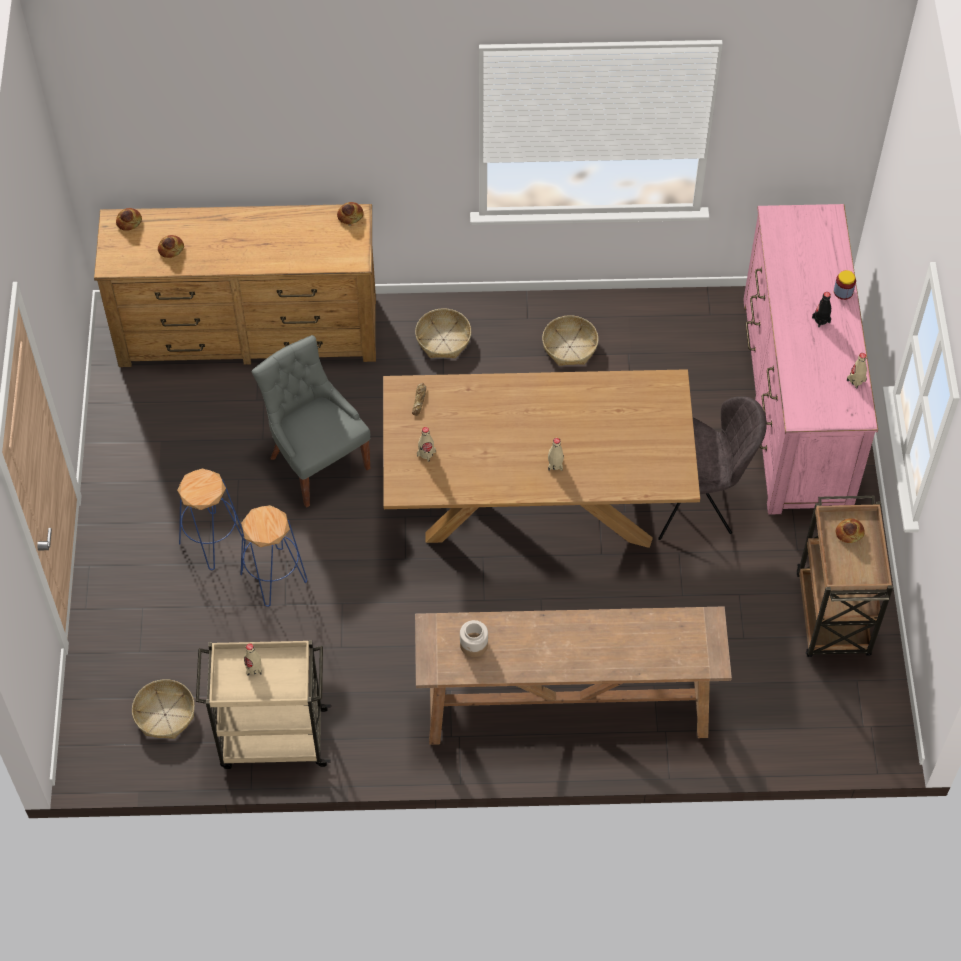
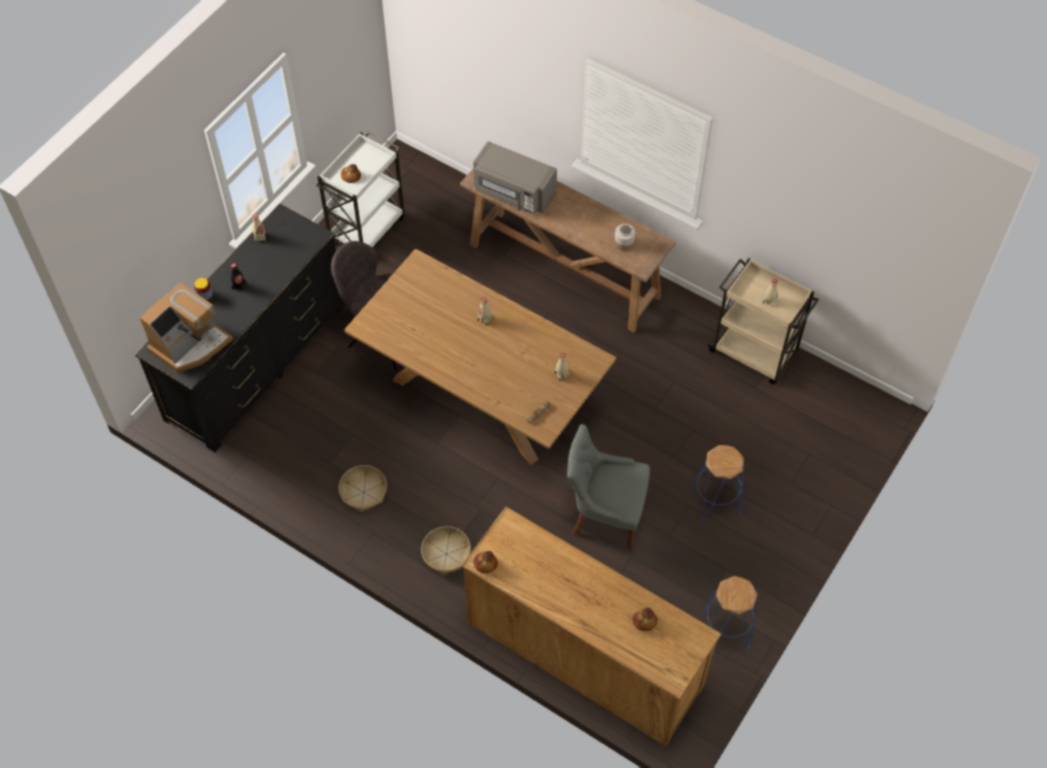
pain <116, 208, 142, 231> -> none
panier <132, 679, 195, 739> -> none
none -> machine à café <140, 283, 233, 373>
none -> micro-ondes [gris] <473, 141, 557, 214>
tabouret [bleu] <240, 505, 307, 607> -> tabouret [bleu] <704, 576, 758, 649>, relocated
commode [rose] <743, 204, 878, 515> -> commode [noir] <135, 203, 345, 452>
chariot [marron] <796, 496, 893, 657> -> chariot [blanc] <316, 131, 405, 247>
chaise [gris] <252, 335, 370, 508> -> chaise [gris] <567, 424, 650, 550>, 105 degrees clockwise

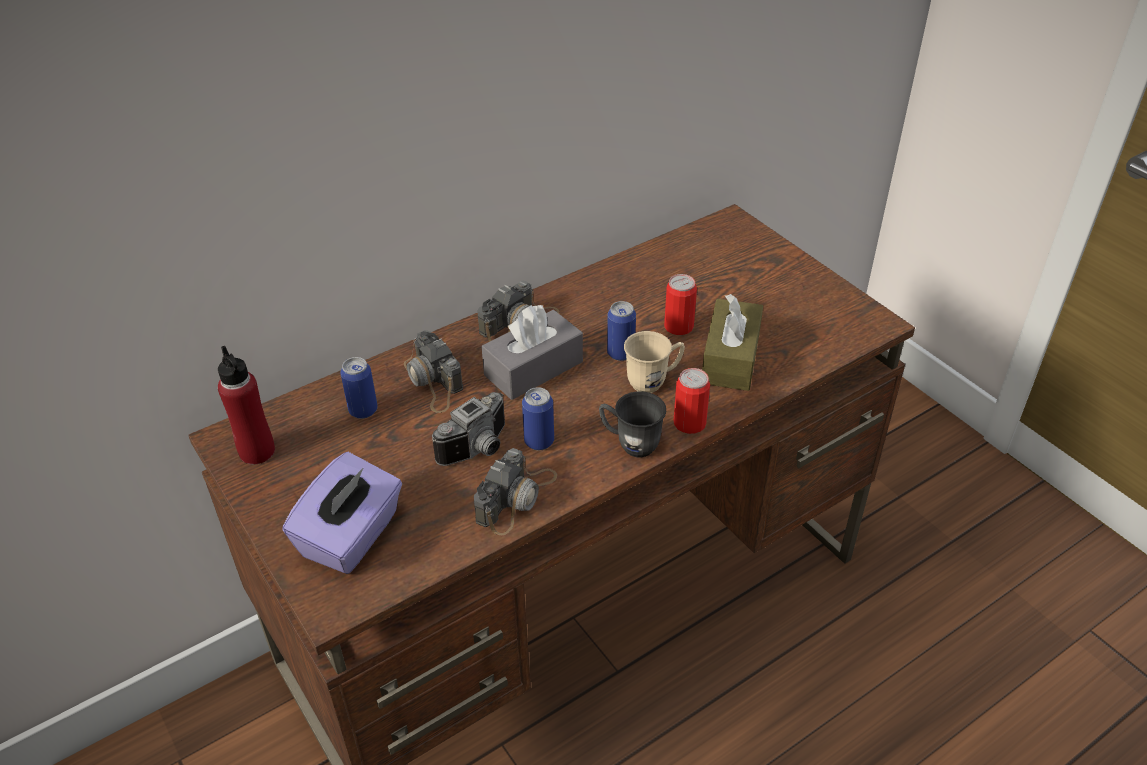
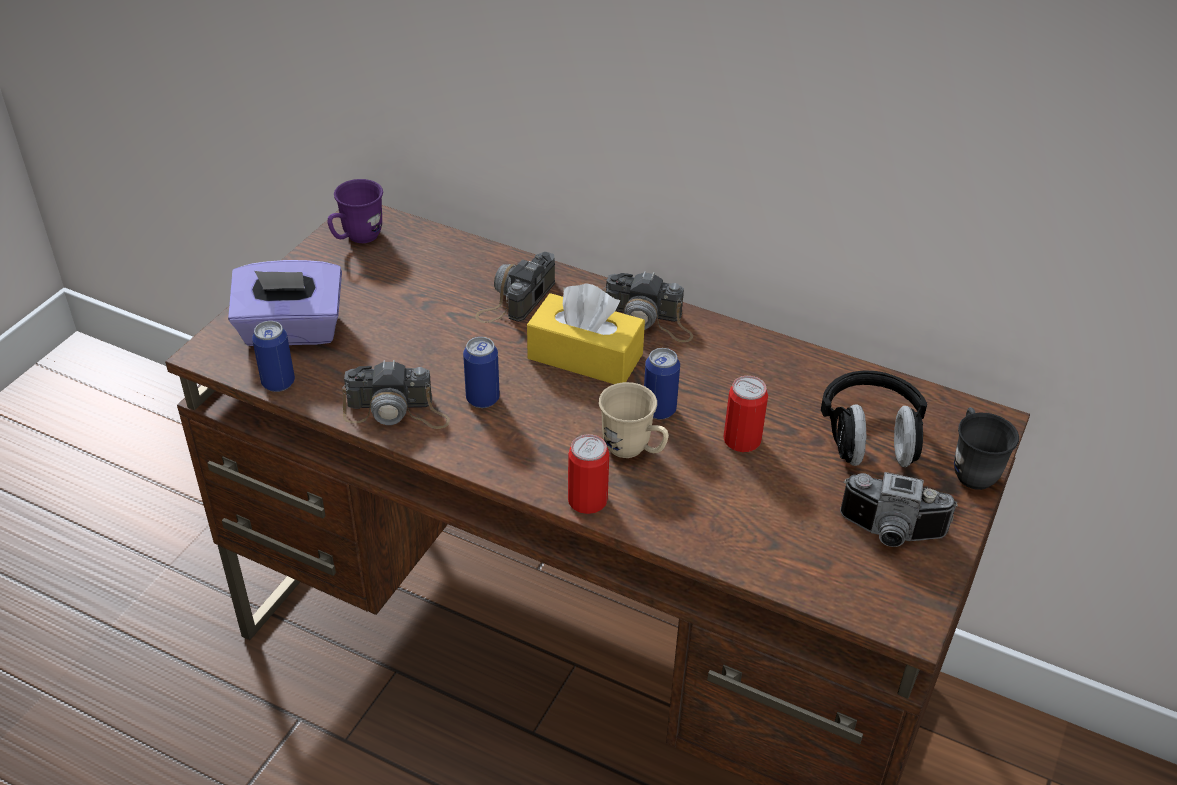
boîte à mouchoirs [marron] <702, 294, 763, 391> -> none
none -> casque audio [noir] <821, 370, 927, 467>
boîte métallique <340, 357, 378, 419> -> boîte métallique <252, 321, 295, 392>, relocated
appareil photo <432, 392, 505, 466> -> appareil photo <840, 472, 958, 547>, relocated
mug [gris] <599, 391, 666, 457> -> mug [gris] <954, 407, 1019, 490>, relocated
bouteille [rouge] <218, 346, 275, 464> -> mug [violet] <328, 179, 383, 243>
boîte à mouchoirs [gris] <482, 305, 583, 400> -> boîte à mouchoirs [jaune] <527, 283, 645, 384>

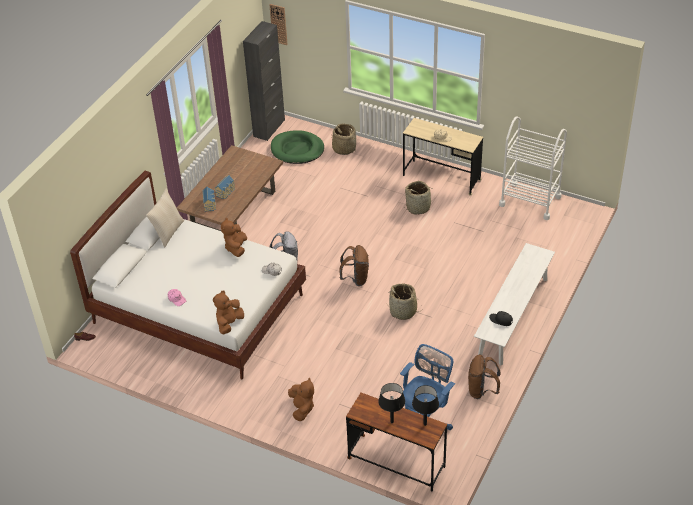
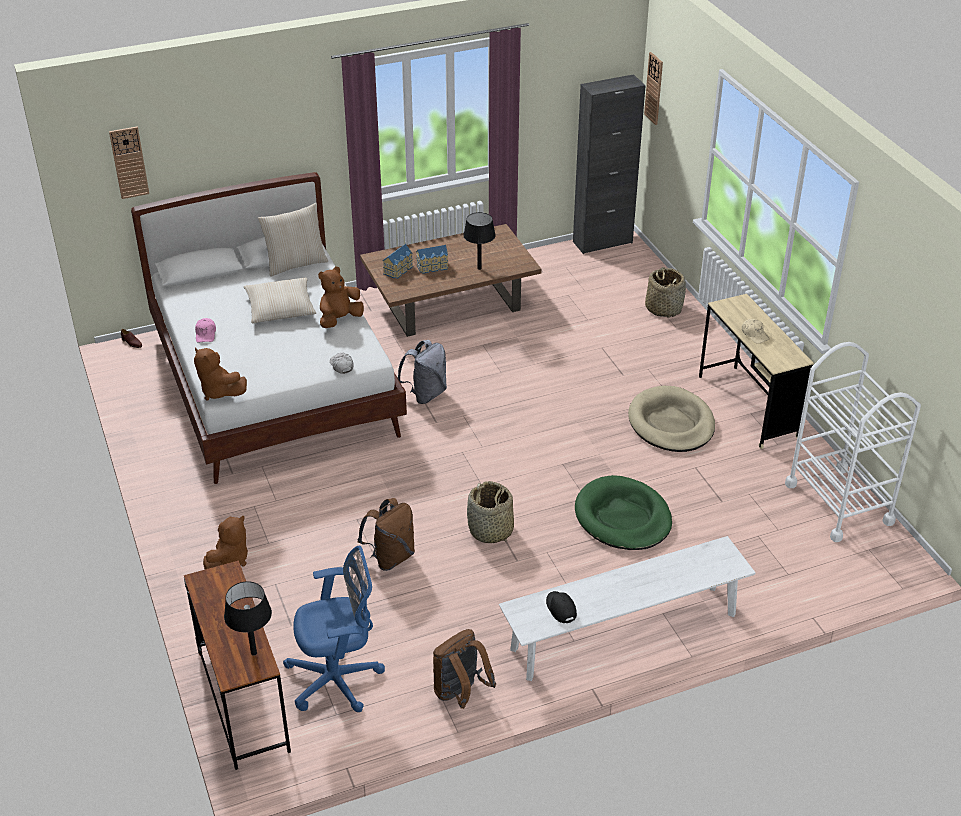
none -> horloge murale <109, 126, 149, 199>
none -> coussin [beige] <244, 277, 316, 323>
panier pour chien [vert] <271, 130, 324, 164> -> panier pour chien [vert] <575, 475, 672, 550>, relocated
sac à dos [marron] <339, 245, 369, 286> -> sac à dos [marron] <358, 498, 415, 571>, relocated
lampe de table [noir] <378, 383, 405, 423> -> lampe de table [noir] <463, 212, 496, 270>, relocated
panier <403, 181, 436, 215> -> panier pour chien [beige] <628, 386, 715, 452>
peluche [marron] <213, 290, 244, 334> -> peluche [marron] <194, 347, 247, 400>, 120 degrees counterclockwise

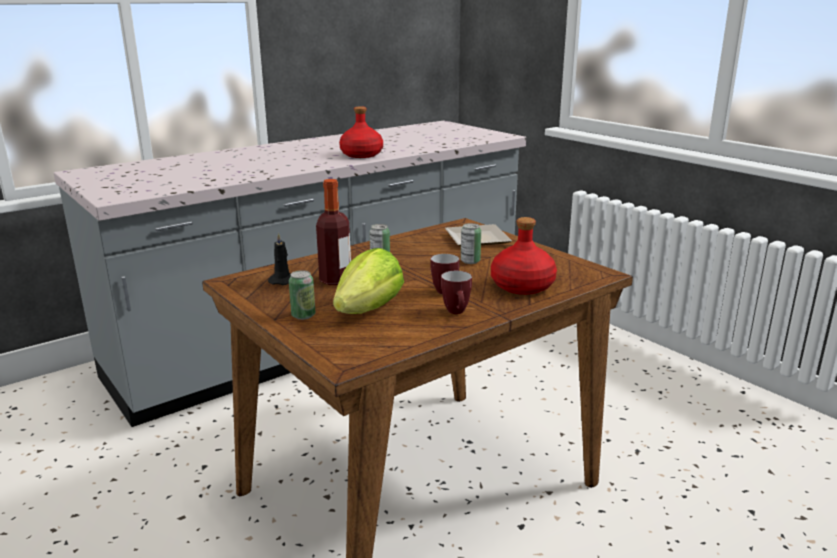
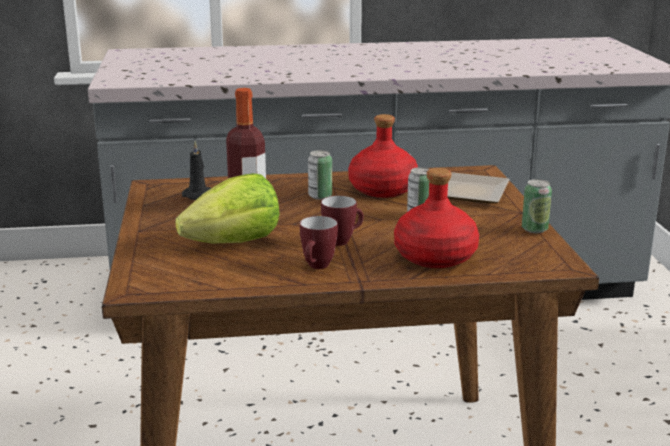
boîte métallique <289, 270, 315, 320> -> boîte métallique <522, 179, 552, 233>, relocated
bouteille [rouge] <339, 106, 383, 158> -> bouteille [rouge] <348, 114, 418, 198>, relocated

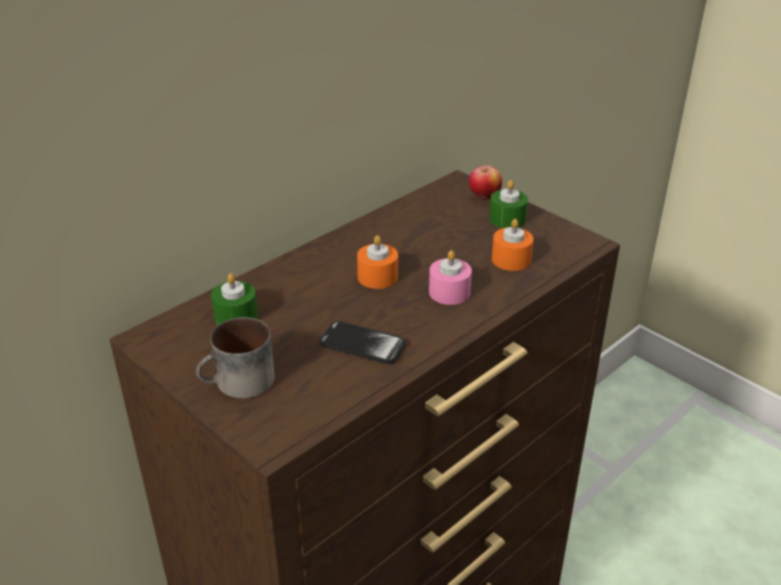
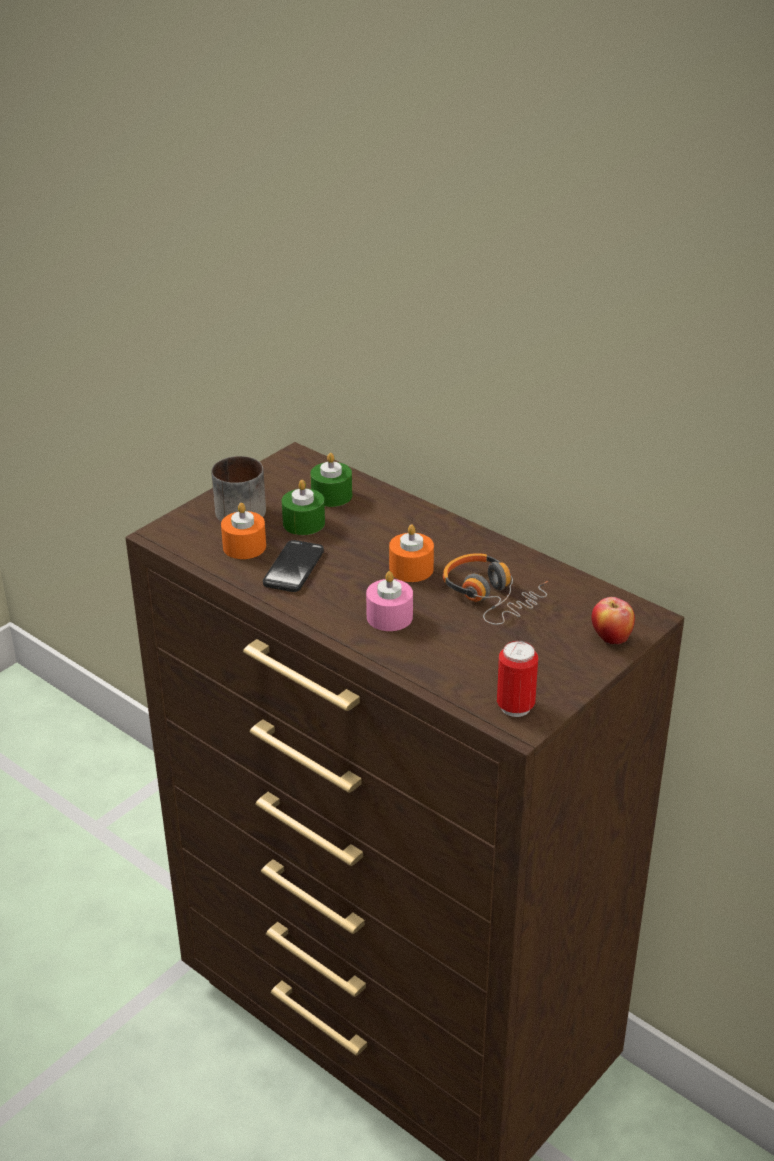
none -> casque audio <443, 553, 548, 625>
none -> boîte métallique <497, 641, 538, 717>
bougie [vert] <489, 180, 528, 228> -> bougie [vert] <282, 480, 325, 535>, relocated
bougie [orange] <492, 219, 534, 271> -> bougie [orange] <221, 503, 266, 559>, relocated

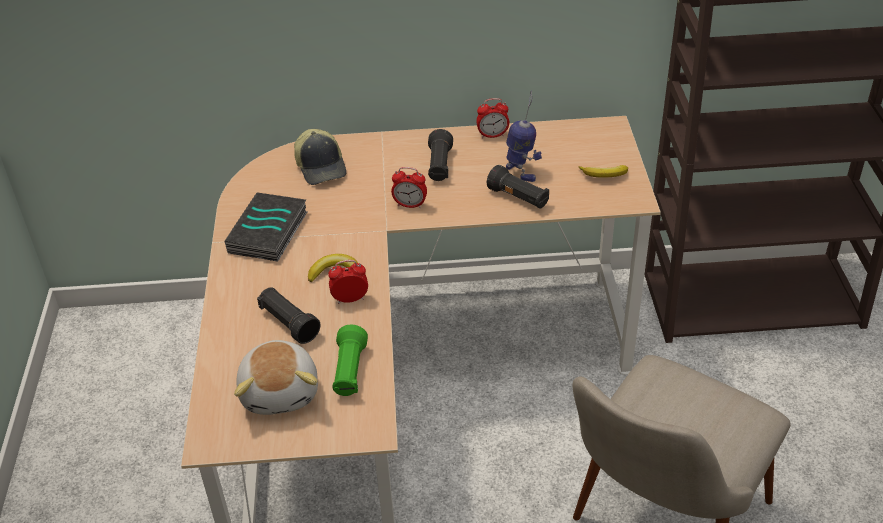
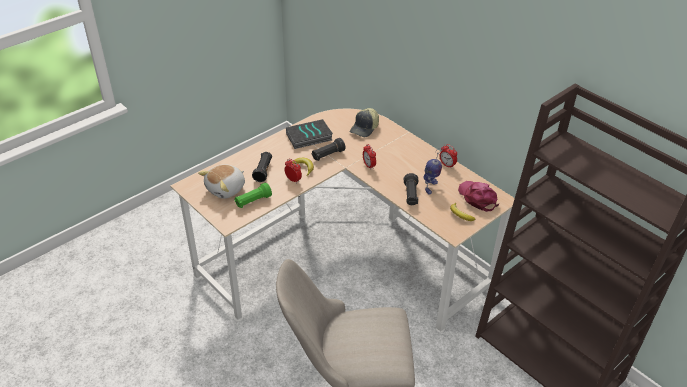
none -> casquette [rose] <458, 181, 500, 212>
lampe de poche [noir] <428, 129, 453, 181> -> lampe de poche [noir] <312, 138, 346, 161>, relocated

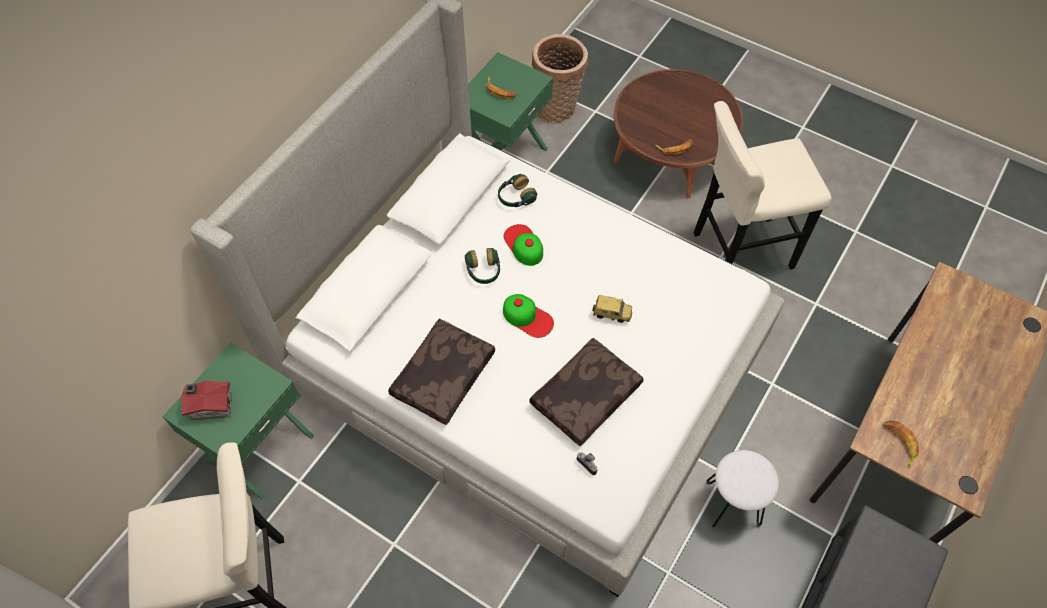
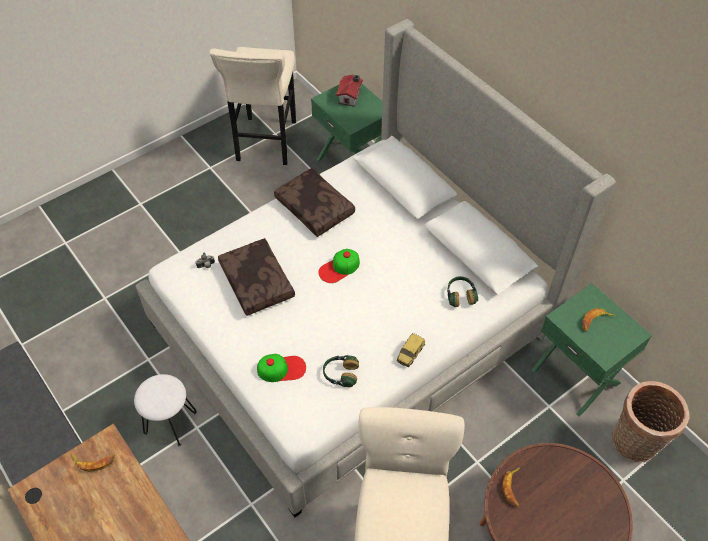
casque audio <465, 248, 500, 284> -> casque audio <323, 355, 359, 387>, relocated
casquette <504, 224, 543, 266> -> casquette <257, 354, 306, 382>, relocated
petite voiture <593, 295, 632, 323> -> petite voiture <396, 333, 425, 367>, relocated

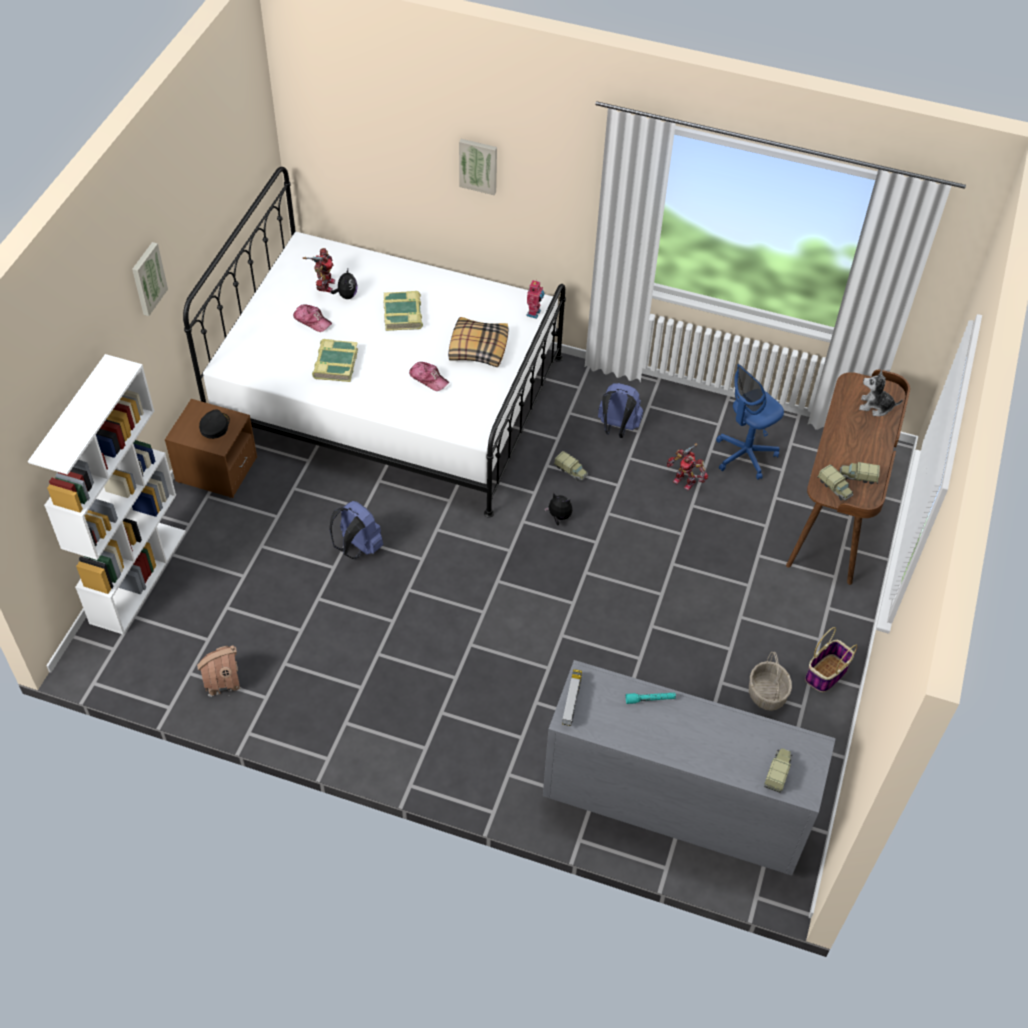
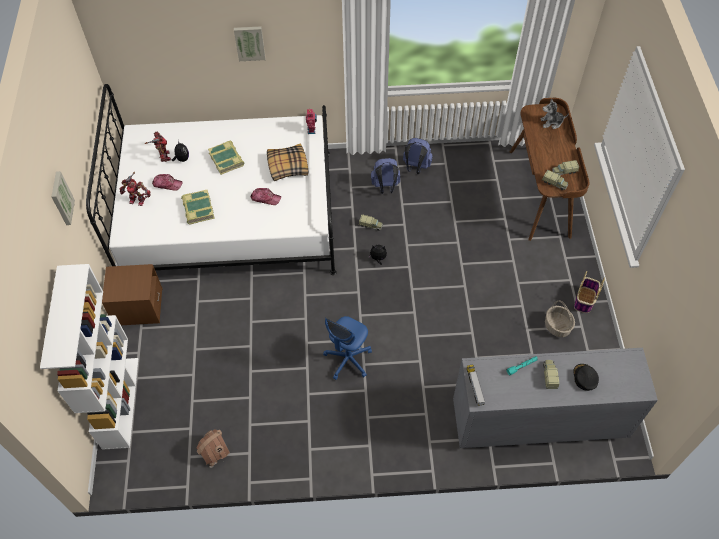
casquette [noir] <199, 409, 230, 439> -> casquette [noir] <573, 364, 599, 391>, relocated
sac à dos [bleu] <329, 501, 383, 559> -> sac à dos [bleu] <403, 138, 433, 174>, relocated
robot jouet <667, 443, 708, 490> -> robot jouet <120, 172, 150, 206>, relocated
chaise de bureau [bleu] <716, 364, 784, 480> -> chaise de bureau [bleu] <323, 316, 372, 380>, relocated
camion jouet <764, 748, 793, 793> -> camion jouet <543, 360, 560, 389>, relocated

